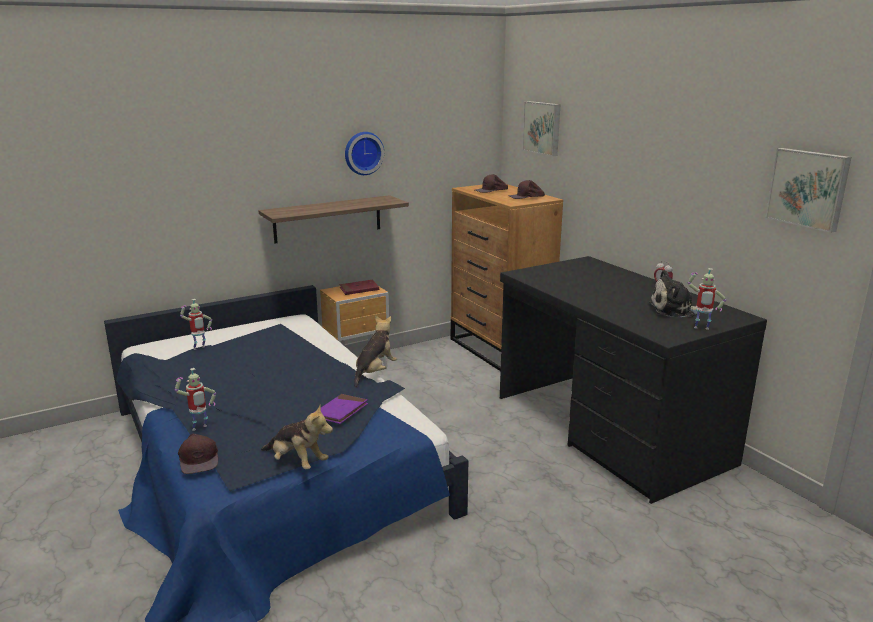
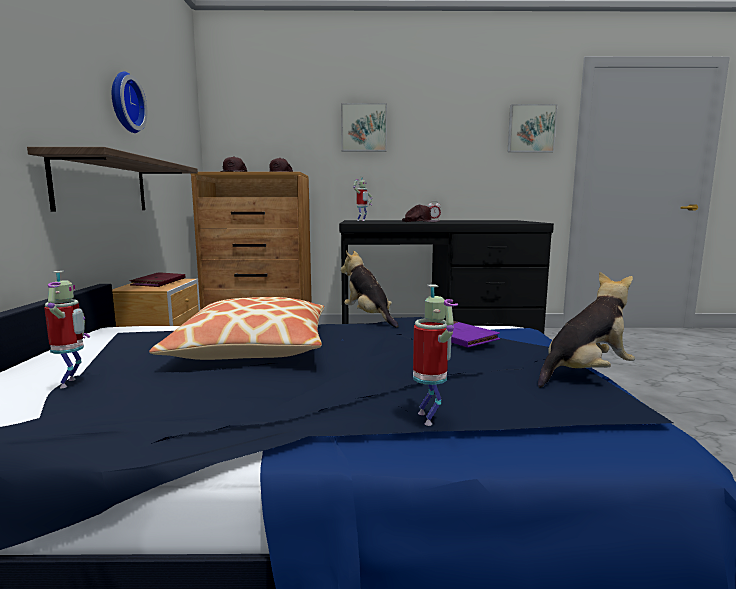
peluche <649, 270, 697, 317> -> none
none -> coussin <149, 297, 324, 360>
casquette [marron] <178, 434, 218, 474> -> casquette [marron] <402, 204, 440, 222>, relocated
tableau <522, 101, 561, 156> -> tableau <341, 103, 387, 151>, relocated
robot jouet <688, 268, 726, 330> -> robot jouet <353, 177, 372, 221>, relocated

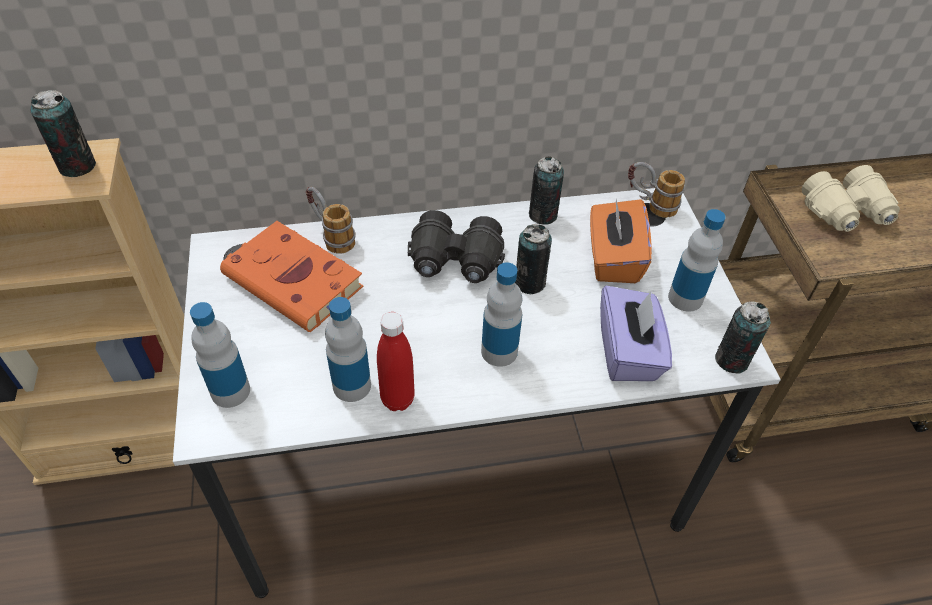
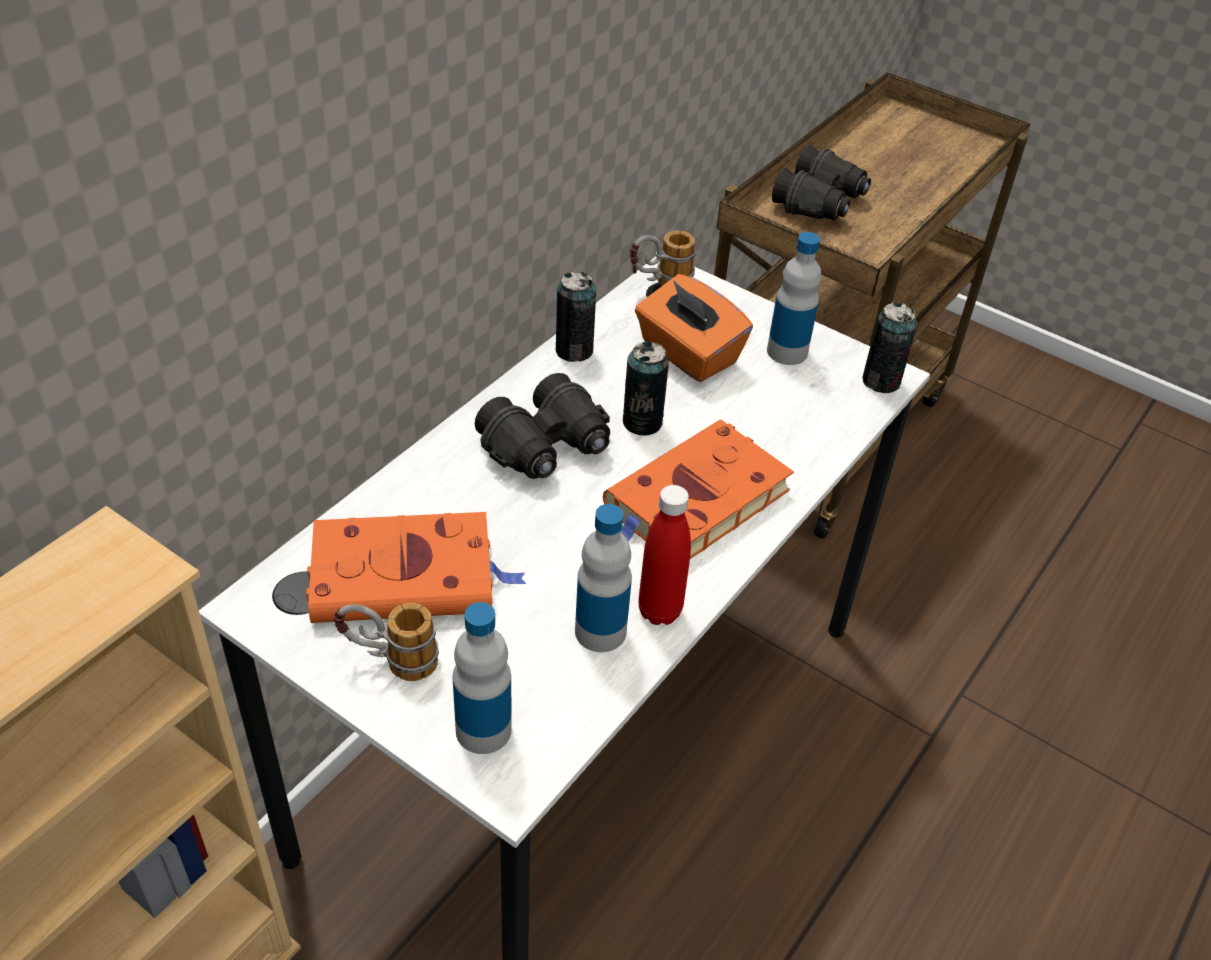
boîte métallique <31, 90, 96, 177> -> none
boîte à mouchoirs [violet] <600, 286, 672, 381> -> none
mug <306, 187, 355, 254> -> mug <334, 603, 439, 681>, relocated
bouteille <481, 262, 522, 367> -> livre [orange] <603, 420, 794, 559>
jumelles [beige] <802, 165, 900, 232> -> jumelles [noir] <772, 145, 871, 220>

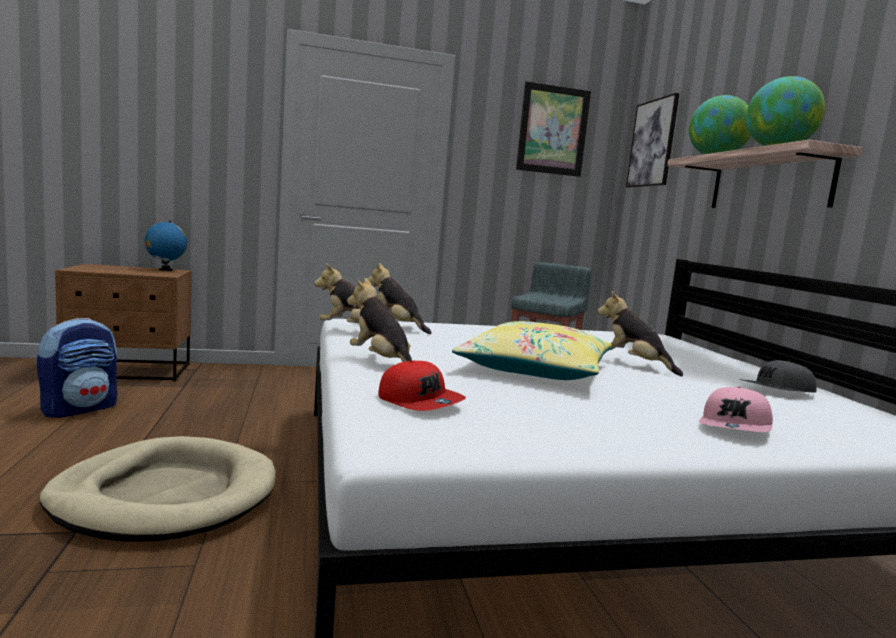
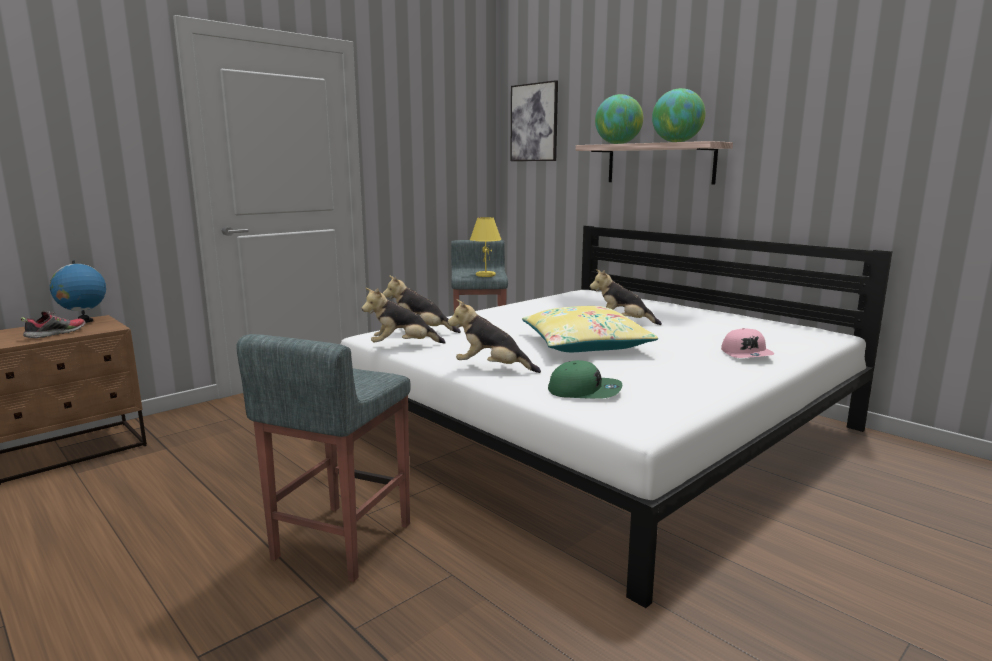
sac à dos <37, 318, 118, 418> -> none
tableau <516, 81, 591, 177> -> none
casquette [gris] <738, 360, 817, 393> -> none
none -> chaussure <21, 310, 86, 339>
none -> lampe de table [jaune] <470, 217, 502, 277>
panier pour chien [beige] <40, 436, 276, 542> -> tabouret [gris] <236, 334, 411, 582>
casquette [rouge] <378, 361, 466, 411> -> casquette [vert] <548, 360, 622, 399>

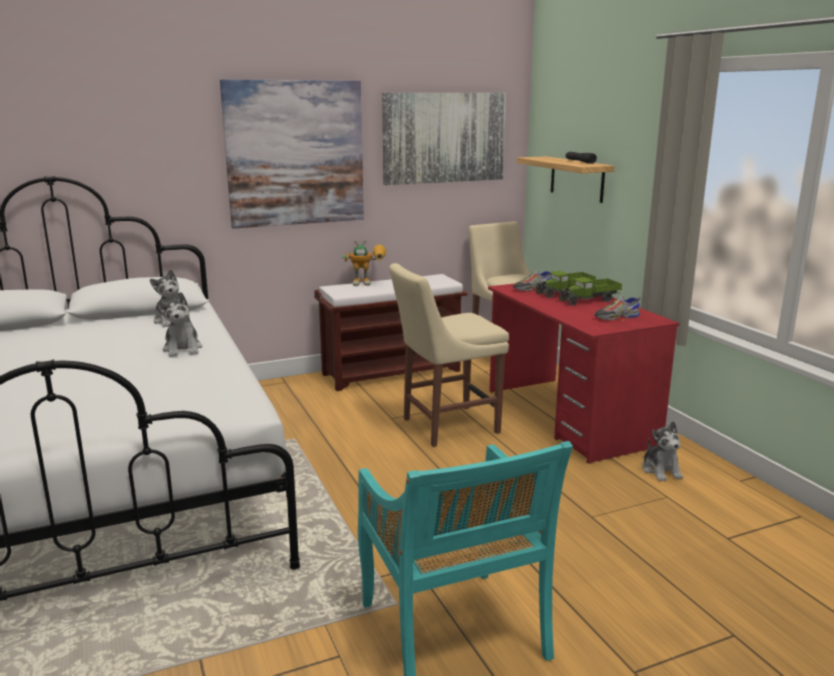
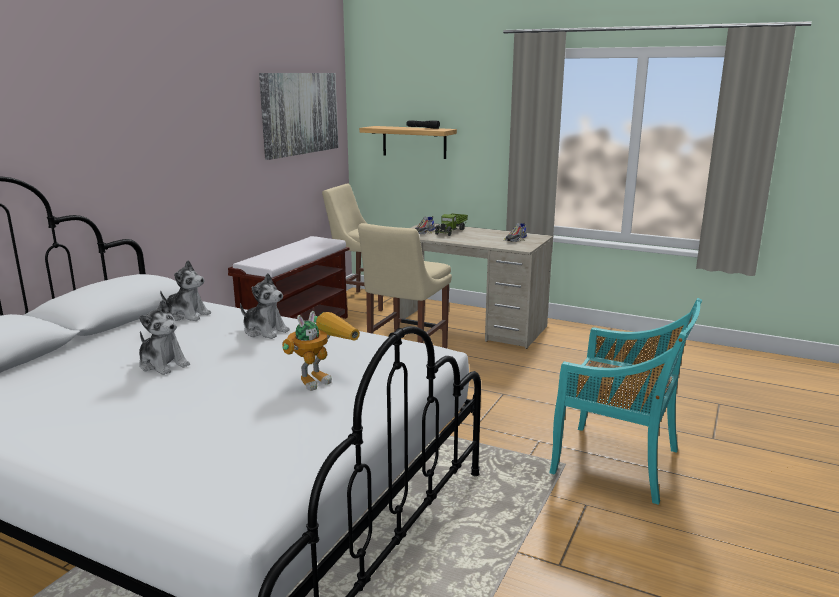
tableau <220, 80, 364, 229> -> none
camion jouet <558, 277, 622, 306> -> none
robot jouet <342, 240, 386, 286> -> robot jouet <282, 311, 360, 391>, relocated
peluche <642, 421, 683, 481> -> peluche <139, 300, 190, 375>, relocated
bureau [rouge] <488, 283, 679, 464> -> bureau [beige] <400, 223, 553, 349>

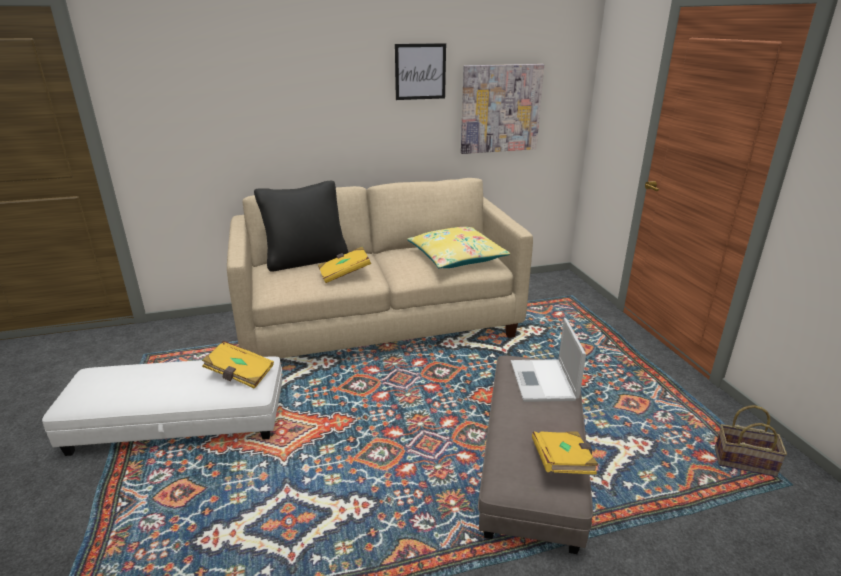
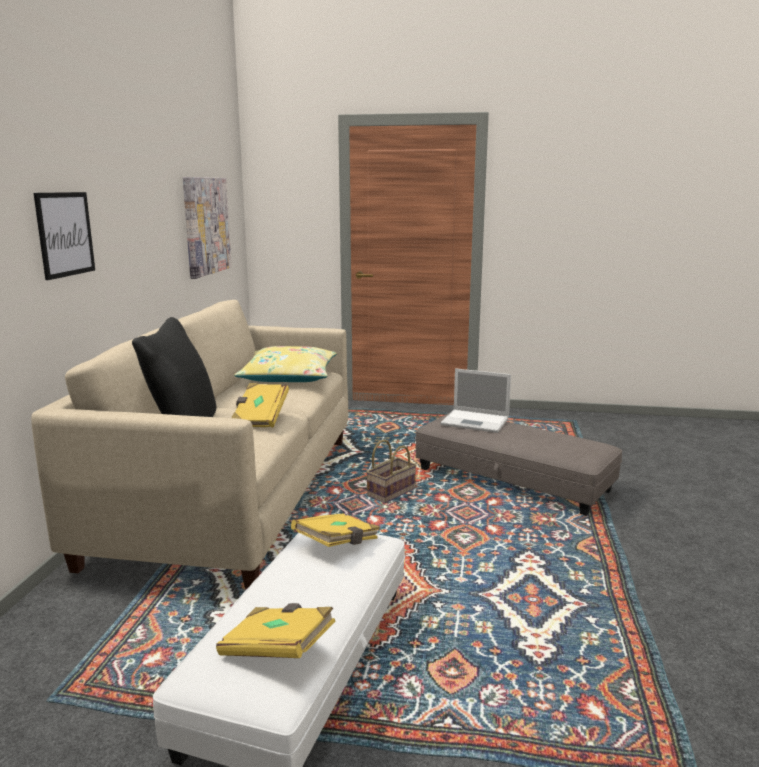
tableau <395, 43, 446, 100> -> tableau <34, 192, 95, 280>, relocated
livre [jaune] <532, 431, 598, 475> -> livre [jaune] <216, 603, 336, 658>, relocated
panier <715, 405, 787, 477> -> panier <366, 439, 417, 503>, relocated

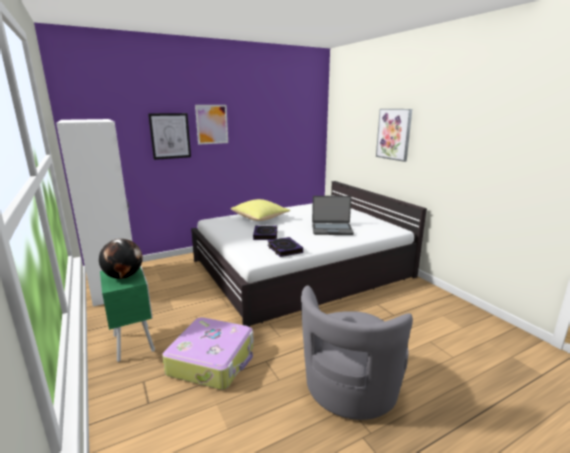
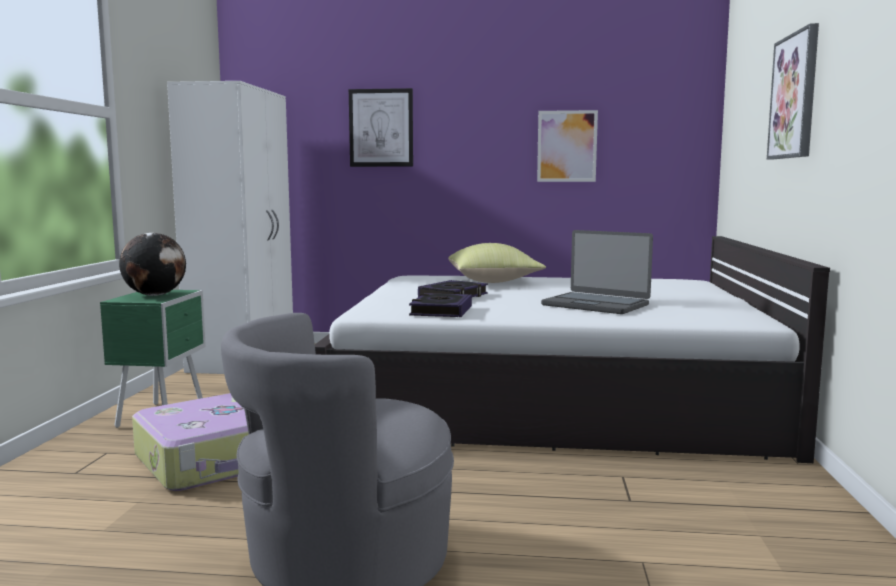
tableau <195, 105, 228, 145> -> tableau <537, 110, 598, 182>, relocated

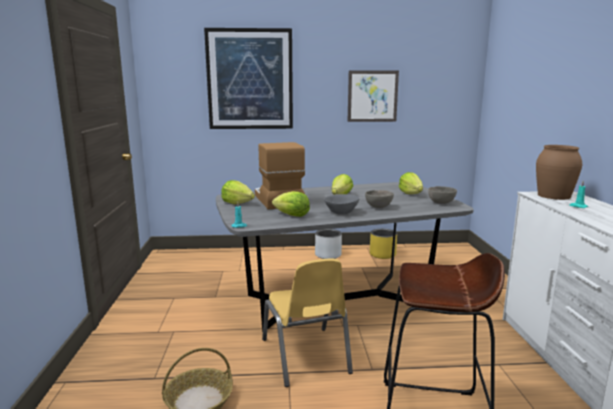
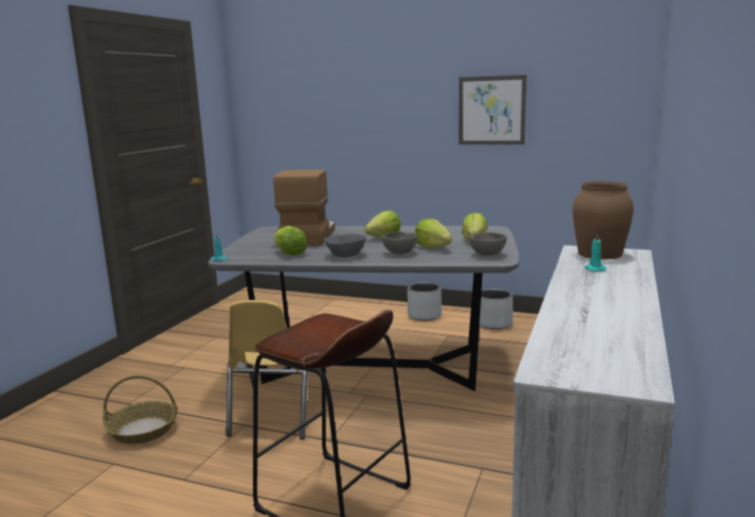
tableau <204, 28, 293, 129> -> none
laitue <221, 180, 255, 204> -> laitue <415, 218, 452, 248>, relocated
cache-pot [jaune] <370, 229, 397, 259> -> cache-pot [gris] <479, 289, 513, 329>

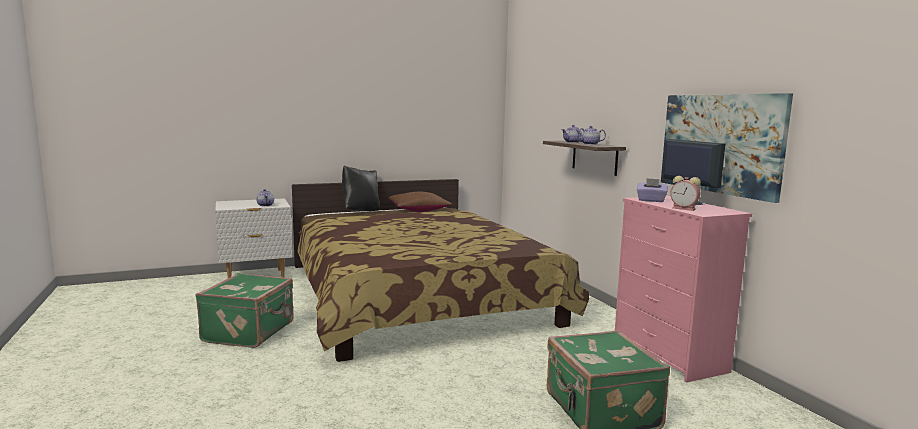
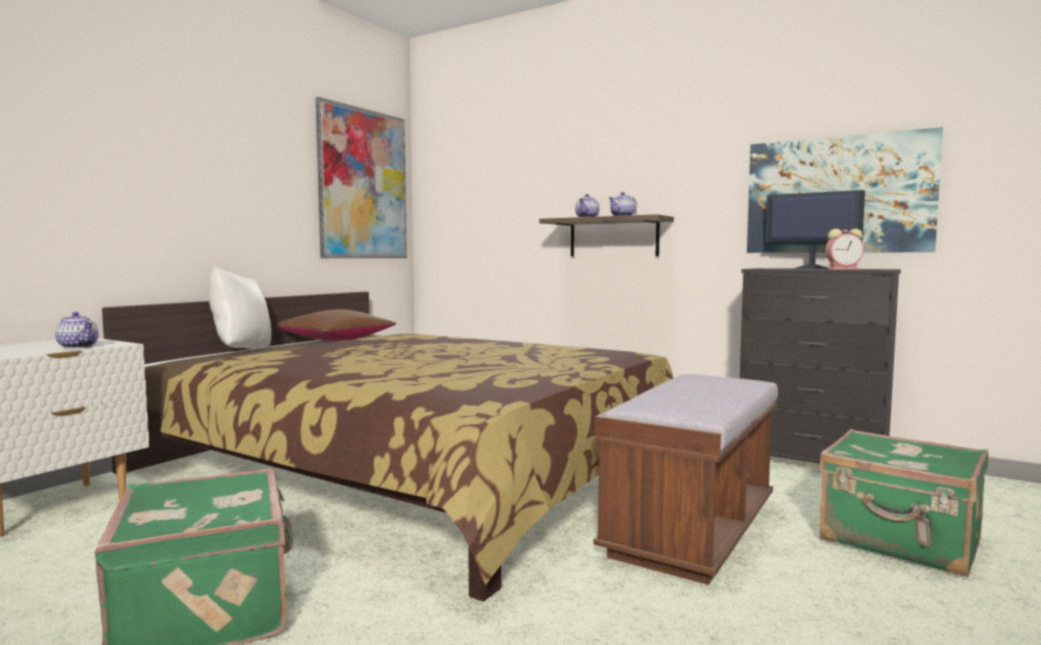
boîte à mouchoirs [violet] <637, 178, 668, 202> -> none
none -> tableau <316, 97, 407, 258>
none -> banc [marron] <594, 374, 778, 585>
coussin [noir] <342, 166, 380, 211> -> coussin [blanc] <208, 267, 271, 349>
commode [rose] <615, 196, 752, 383> -> commode [noir] <740, 268, 901, 464>

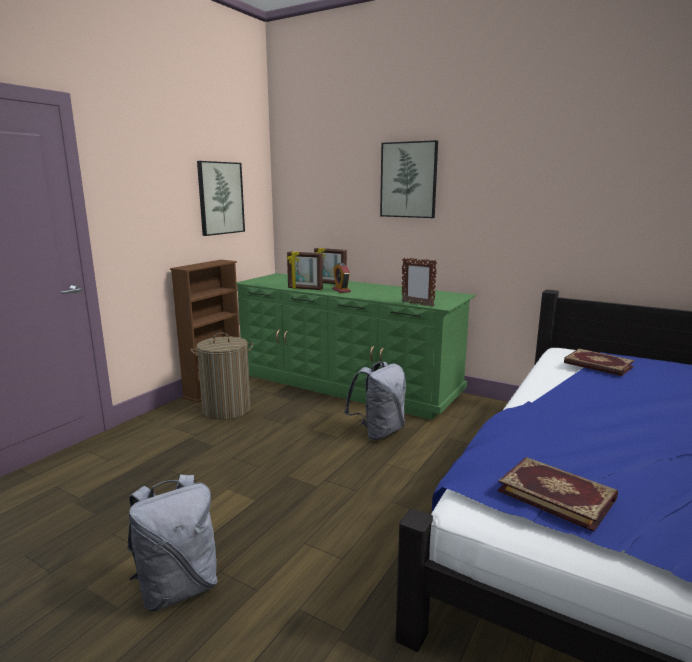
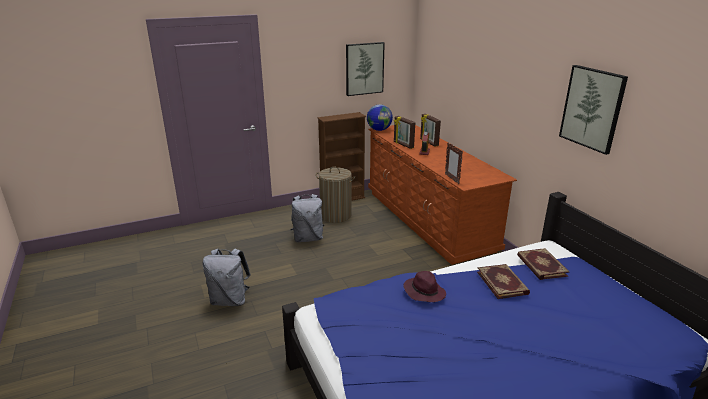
none -> globe <367, 104, 393, 131>
none -> chapeau [violet] <403, 271, 446, 302>
sac à dos [gris] <344, 361, 406, 440> -> sac à dos [gris] <291, 194, 324, 242>, relocated
tableau <380, 140, 438, 218> -> tableau <559, 65, 628, 155>, relocated
livre <498, 457, 618, 532> -> livre <477, 264, 530, 299>, relocated
commode [vert] <236, 273, 476, 420> -> commode [marron] <368, 125, 517, 265>

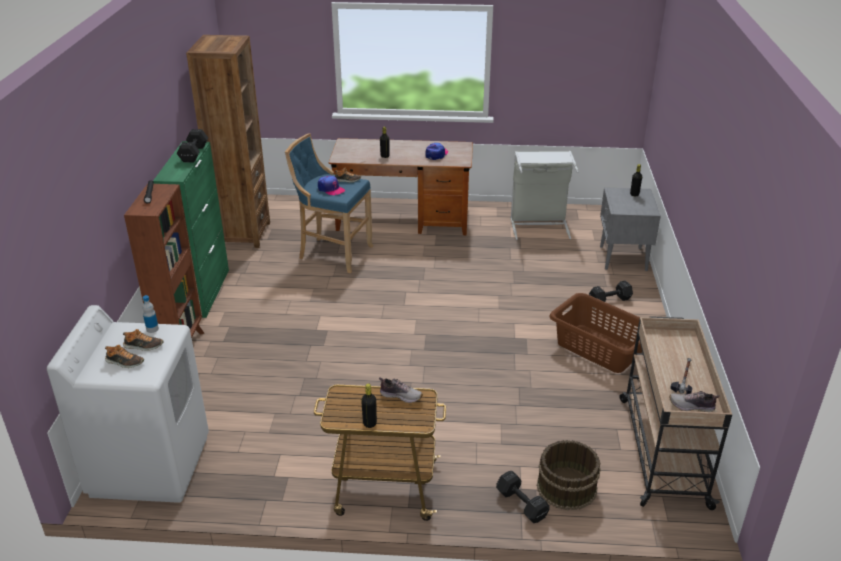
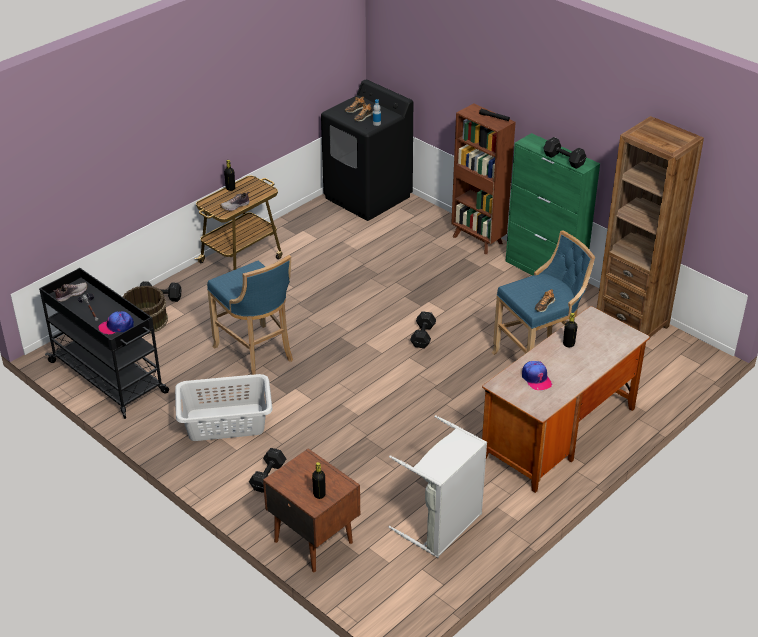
none -> tabouret [bleu] <207, 255, 293, 375>
none -> haltère [noir] <410, 311, 436, 348>
casquette <318, 176, 345, 195> -> casquette <99, 311, 134, 334>, relocated
lave-linge [blanc] <47, 305, 209, 503> -> lave-linge [noir] <321, 80, 413, 221>
panier à linge [marron] <550, 293, 642, 373> -> panier à linge [gris] <175, 374, 272, 441>
table de chevet [gris] <600, 187, 661, 271> -> table de chevet [marron] <263, 448, 360, 572>
chariot [beige] <620, 316, 732, 510> -> chariot [noir] <39, 268, 169, 419>

